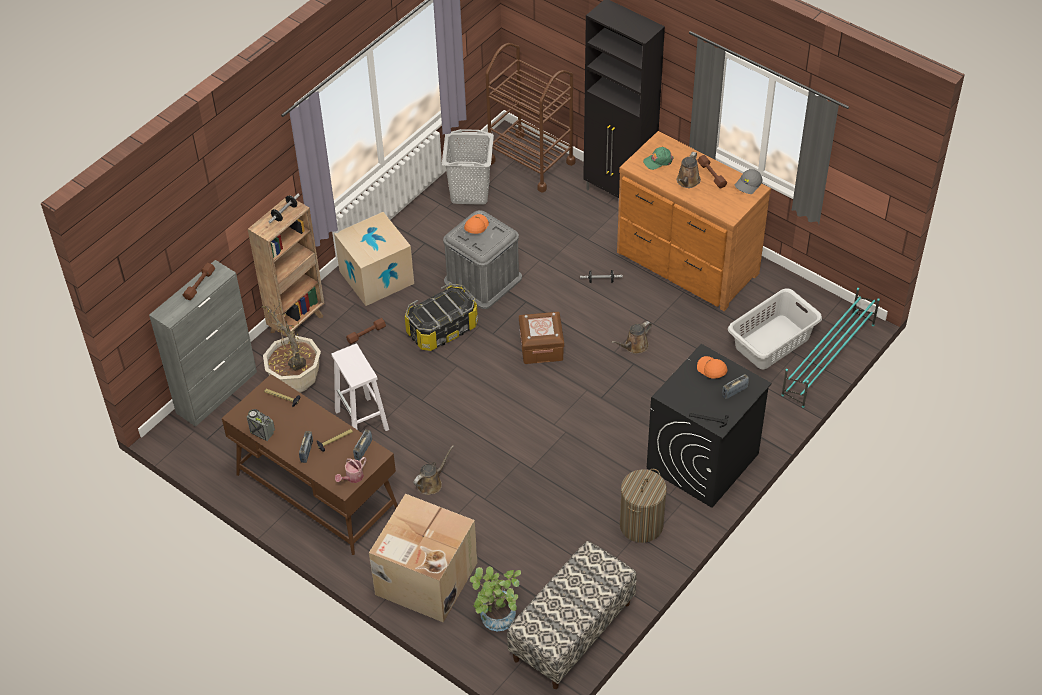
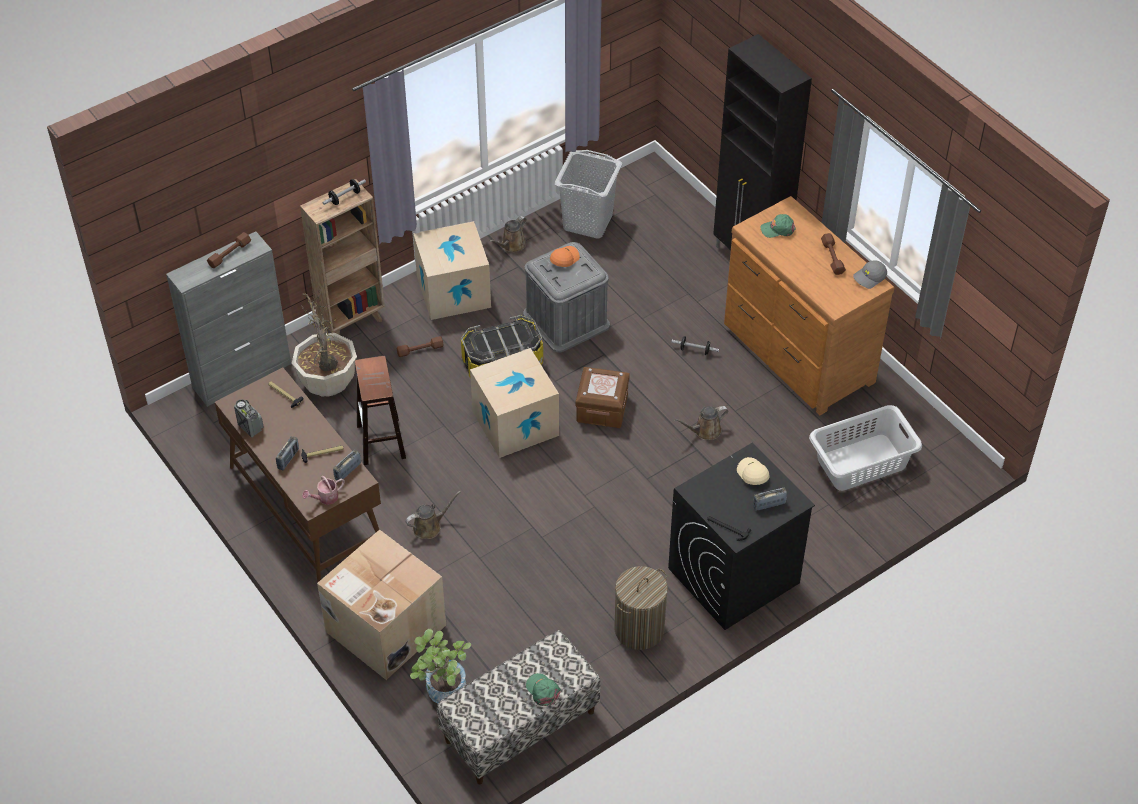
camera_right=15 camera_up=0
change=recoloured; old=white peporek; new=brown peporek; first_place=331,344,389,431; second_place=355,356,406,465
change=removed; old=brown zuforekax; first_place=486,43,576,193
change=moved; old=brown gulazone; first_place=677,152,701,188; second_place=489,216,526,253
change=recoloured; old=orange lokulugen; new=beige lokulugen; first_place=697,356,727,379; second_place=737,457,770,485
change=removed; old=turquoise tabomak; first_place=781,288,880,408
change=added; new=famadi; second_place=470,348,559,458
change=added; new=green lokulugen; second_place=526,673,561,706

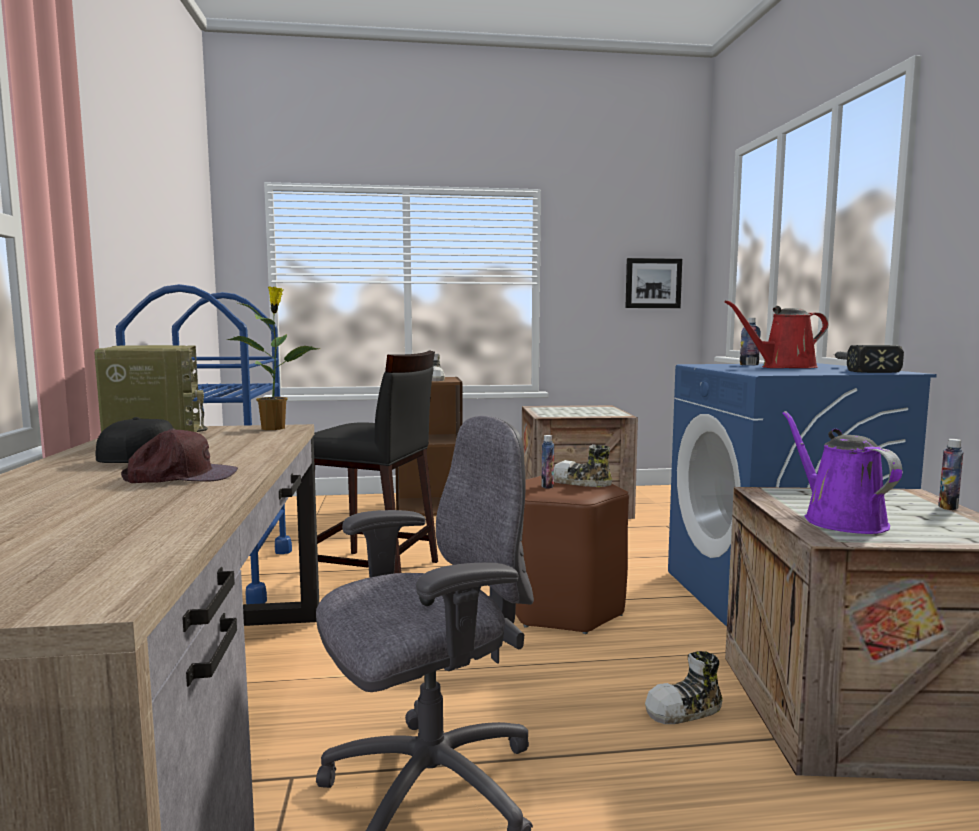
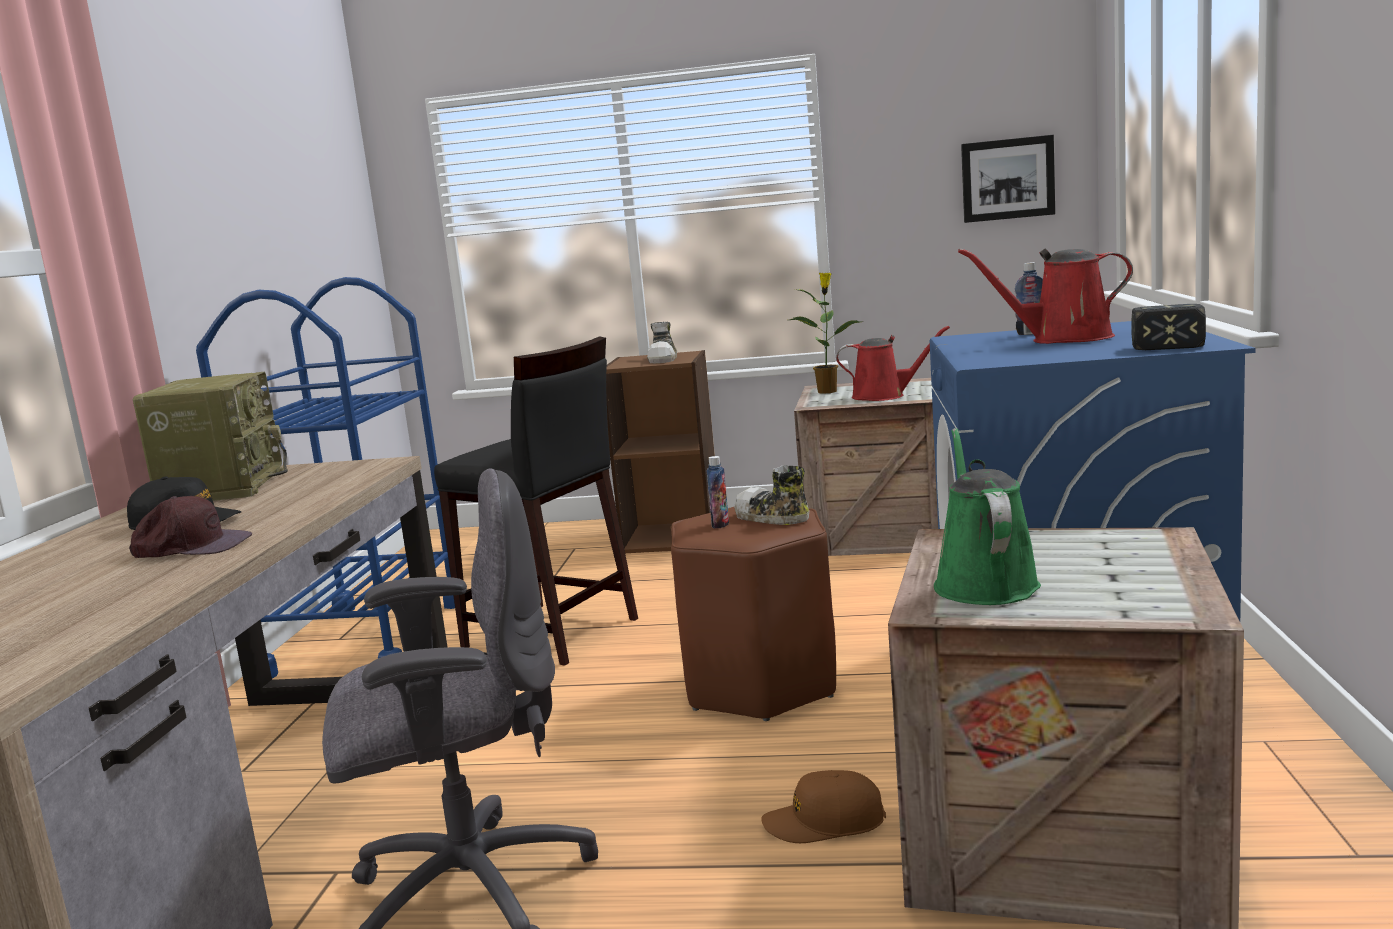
camera_right=15 camera_up=5
change=moved; old=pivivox; first_place=227,287,319,430; second_place=789,273,863,394
change=replaced; old=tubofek; new=brown lokulugen; first_place=645,651,723,724; second_place=762,770,886,843
change=recoloured; old=purple gulazone; new=green gulazone; first_place=782,411,902,534; second_place=934,428,1041,605
change=removed; old=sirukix; first_place=938,439,964,510
change=added; new=red gulazone; second_place=836,326,950,401

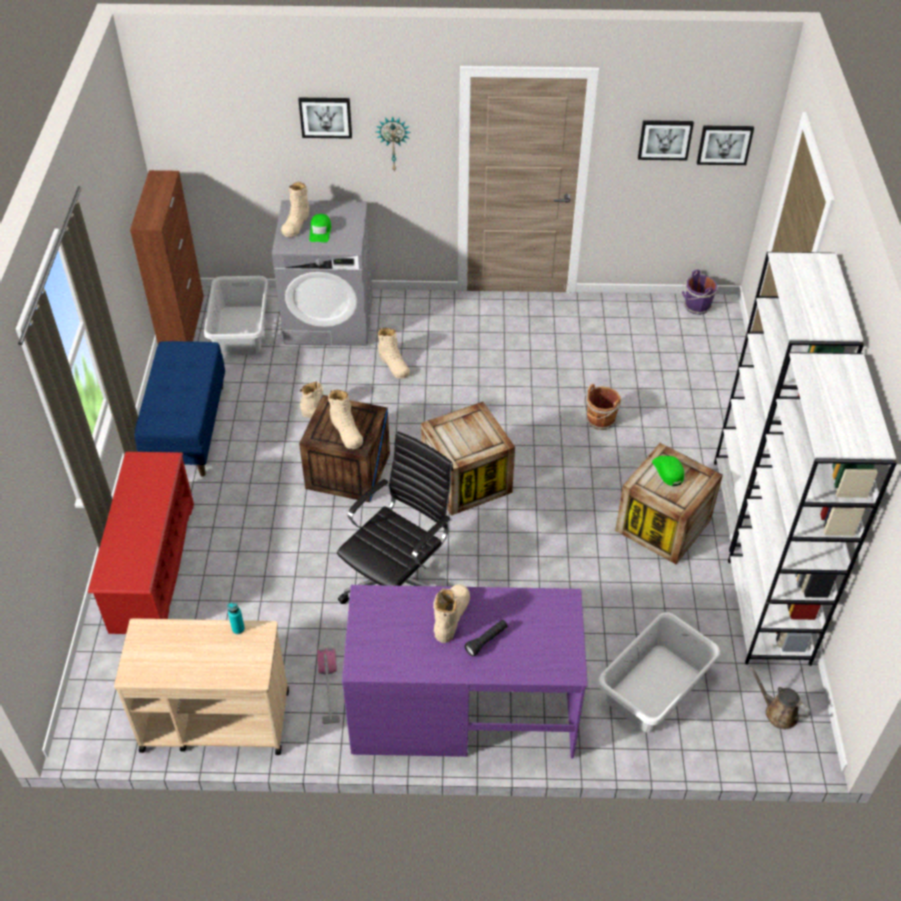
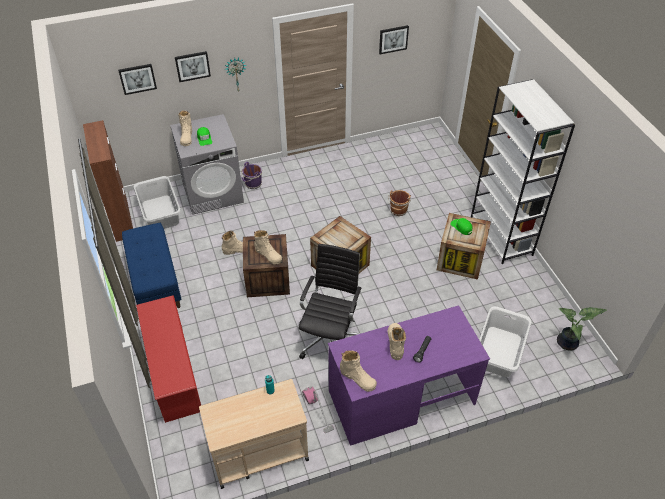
camera_right=-20 camera_up=0
change=moved; old=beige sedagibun; first_place=378,328,410,379; second_place=340,350,377,392
change=moved; old=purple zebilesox; first_place=682,269,718,315; second_place=241,162,263,189
change=moved; old=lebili; first_place=697,126,754,165; second_place=118,64,157,95
change=removed; old=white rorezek; first_place=728,352,897,666
change=replaced; old=brown gulazone; new=pivivox; first_place=749,666,811,729; second_place=557,307,607,351

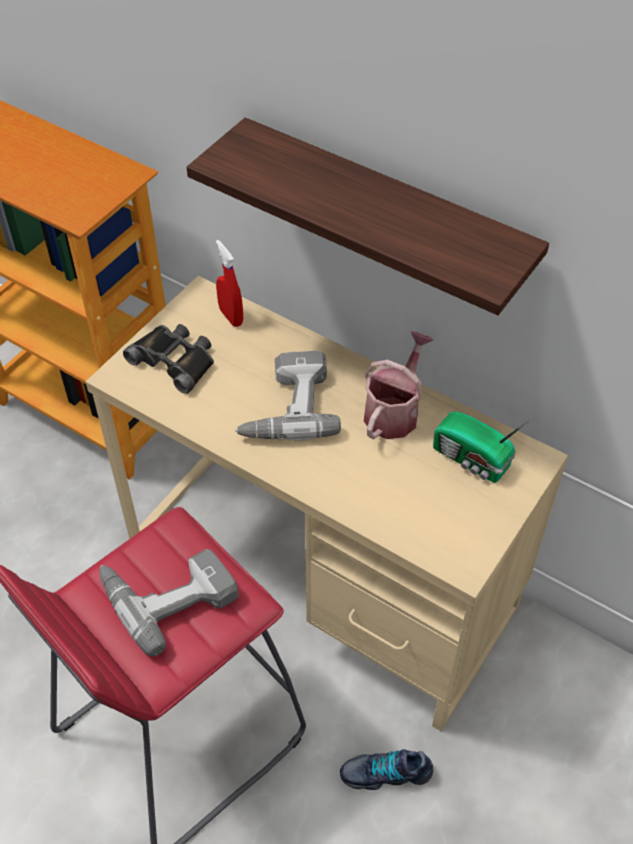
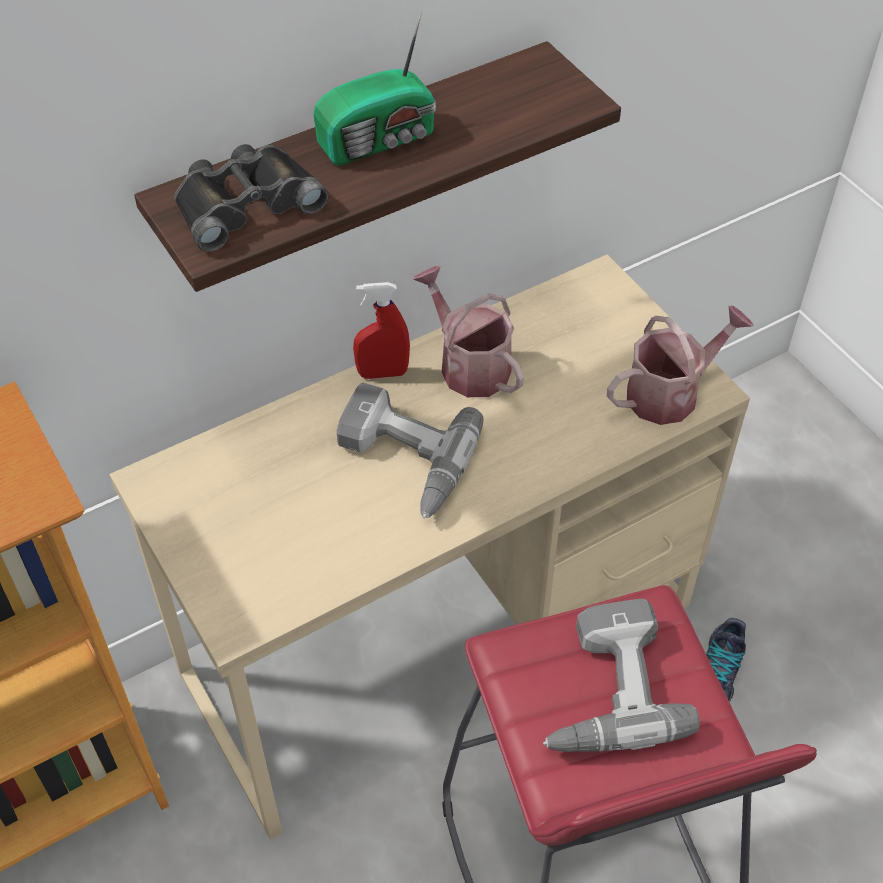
camera_right=-65 camera_up=0
change=moved; old=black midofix; first_place=123,324,214,394; second_place=174,144,329,252
change=moved; old=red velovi; first_place=216,240,243,327; second_place=353,282,410,379
change=moved; old=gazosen; first_place=433,412,529,483; second_place=313,11,436,165
change=added; new=gulazone; second_place=607,306,754,425

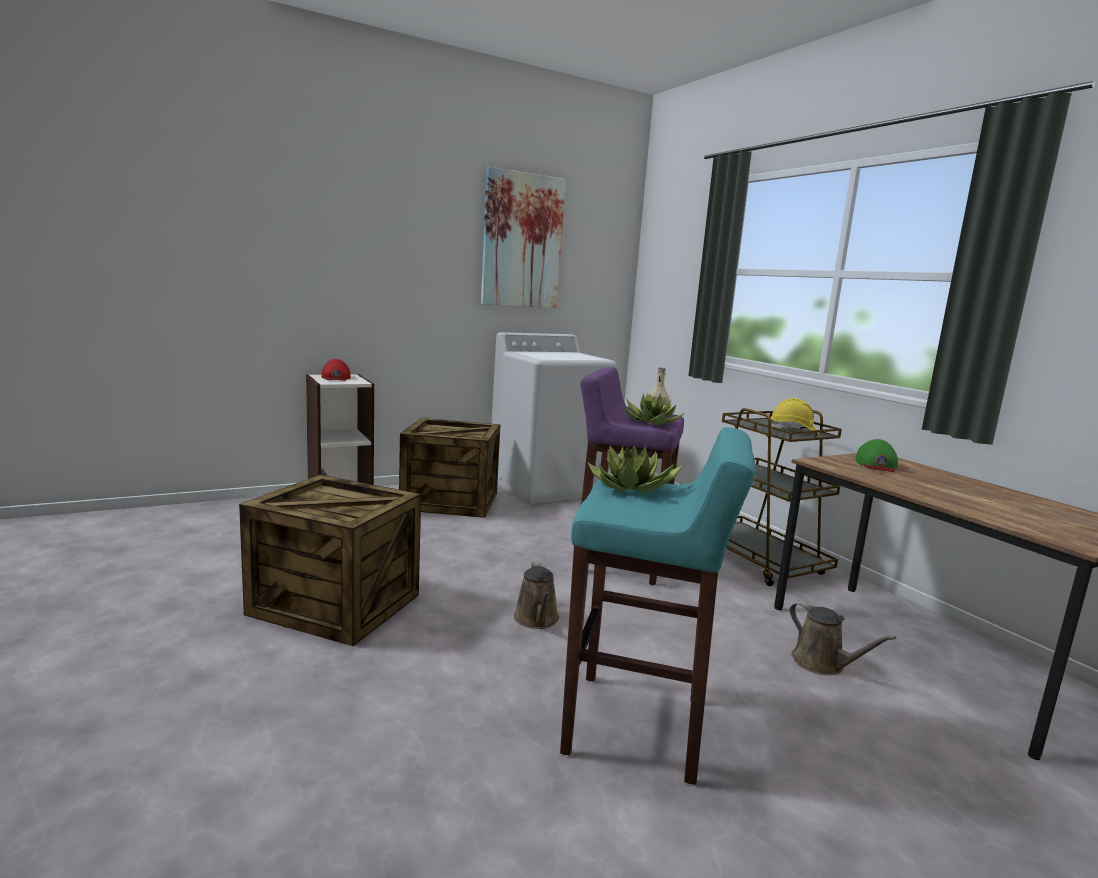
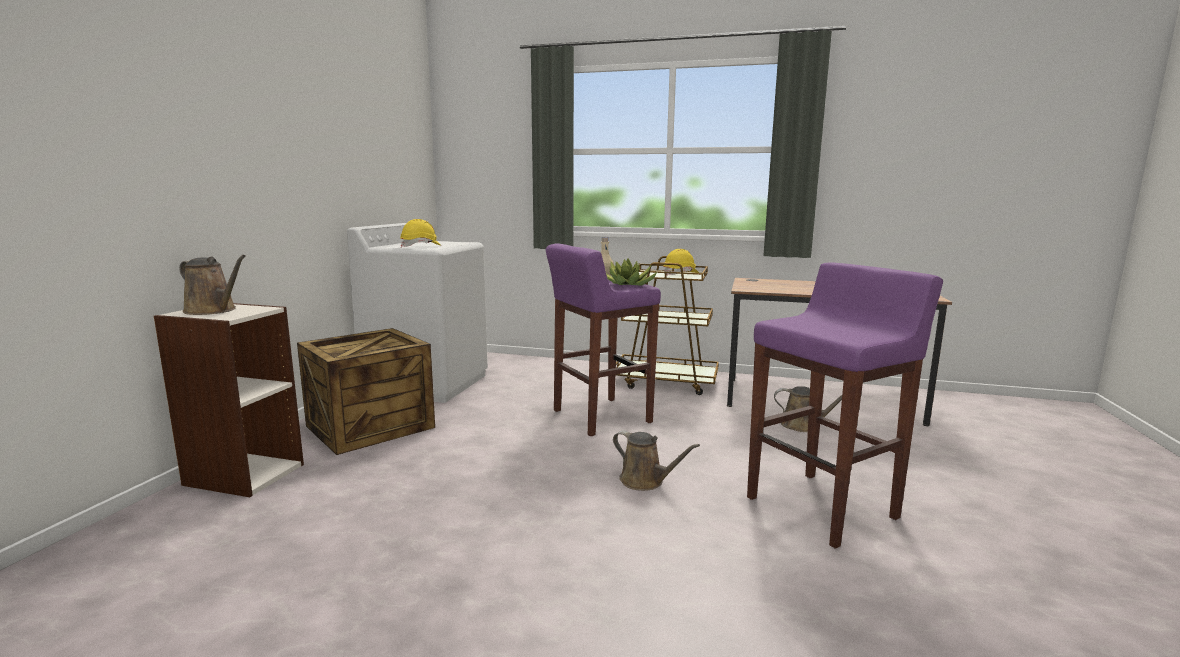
camera_right=-45 camera_up=0
change=removed; old=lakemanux; first_place=239,475,421,646
change=replaced; old=red lokulugen; new=brown gulazone; first_place=322,359,351,381; second_place=179,255,246,315
change=removed; old=lebili; first_place=481,167,566,308
change=recoloured; old=turquoise peporek; new=purple peporek; first_place=560,427,756,785; second_place=747,262,943,549
change=removed; old=pivivox; first_place=587,446,683,493
change=removed; old=green lokulugen; first_place=855,439,898,472
change=added; new=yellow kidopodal; second_place=400,219,442,247

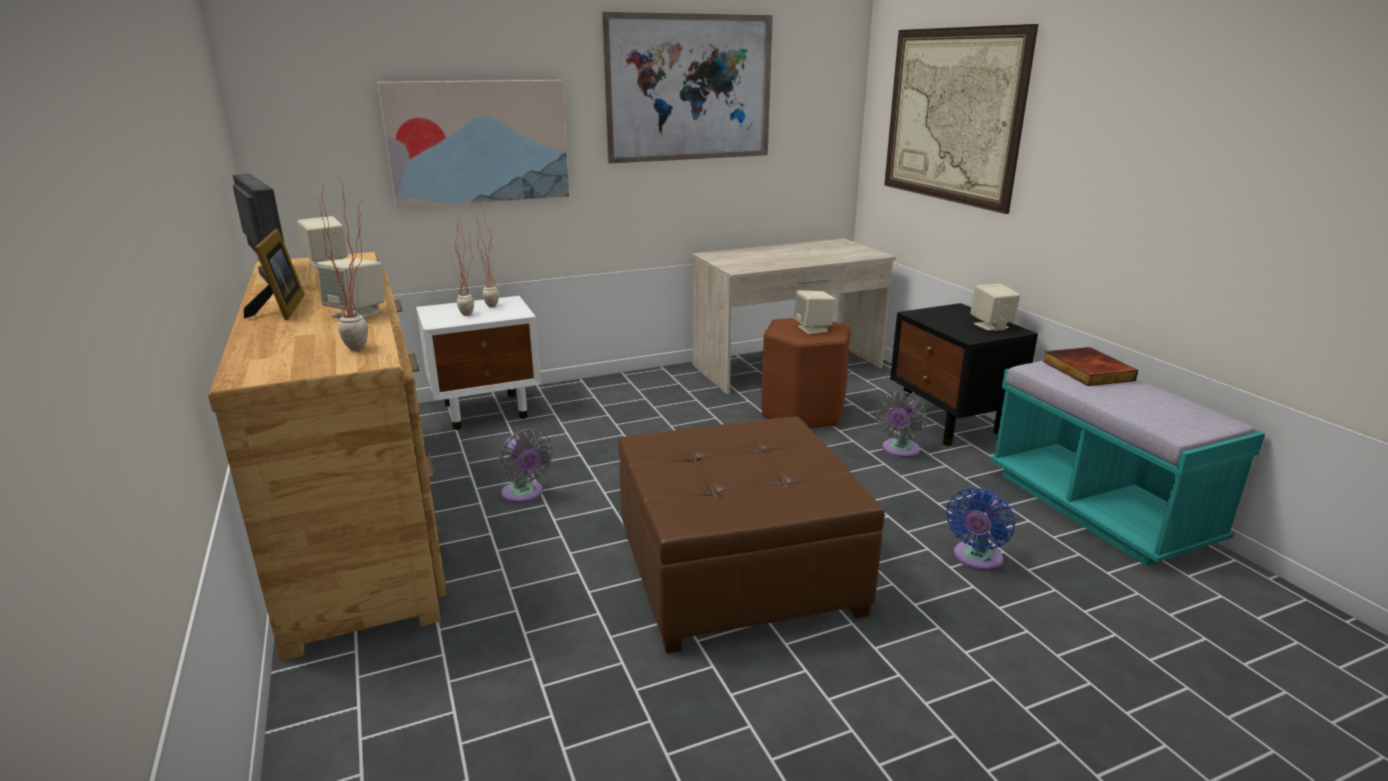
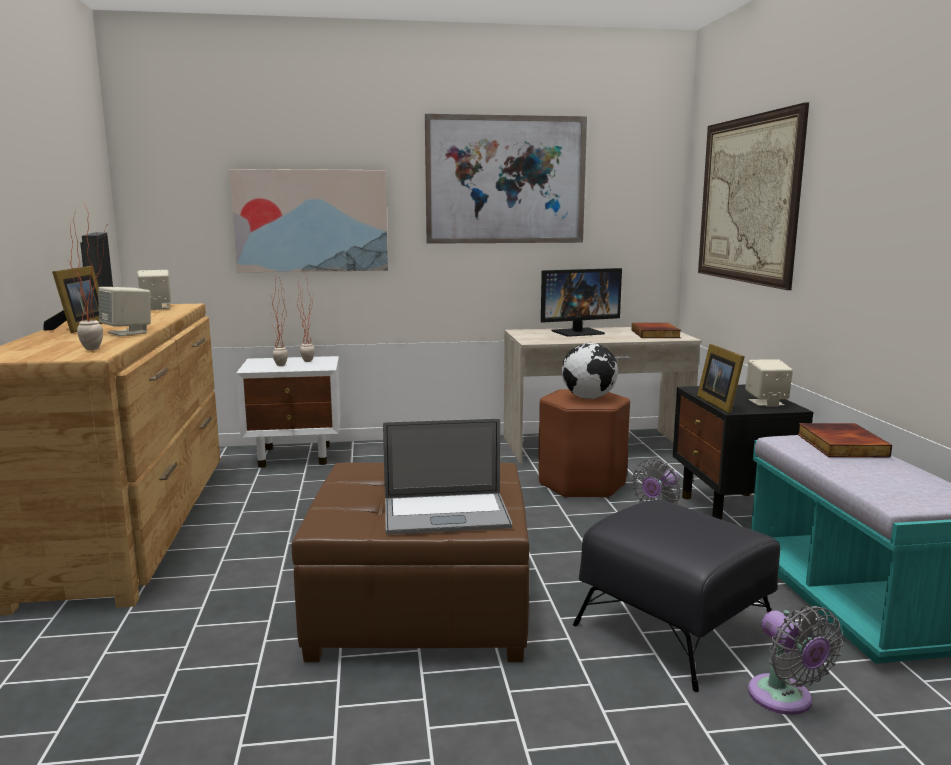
camera_right=15 camera_up=-10
change=moved; old=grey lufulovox; first_place=498,429,553,503; second_place=748,606,843,715
change=replaced; old=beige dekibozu; new=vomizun; first_place=793,290,836,334; second_place=562,343,618,399
change=replaced; old=blue lufulovox; new=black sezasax; first_place=946,487,1015,571; second_place=573,500,780,692
change=added; new=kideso; second_place=383,418,512,535
change=added; new=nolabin; second_place=541,268,622,337
change=added; new=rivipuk; second_place=632,323,681,338
change=added; new=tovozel; second_place=697,344,745,413

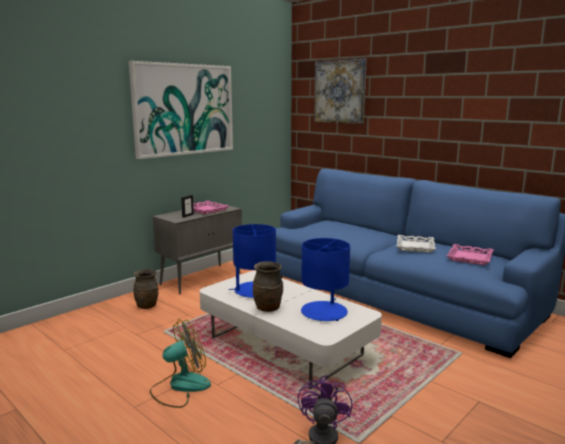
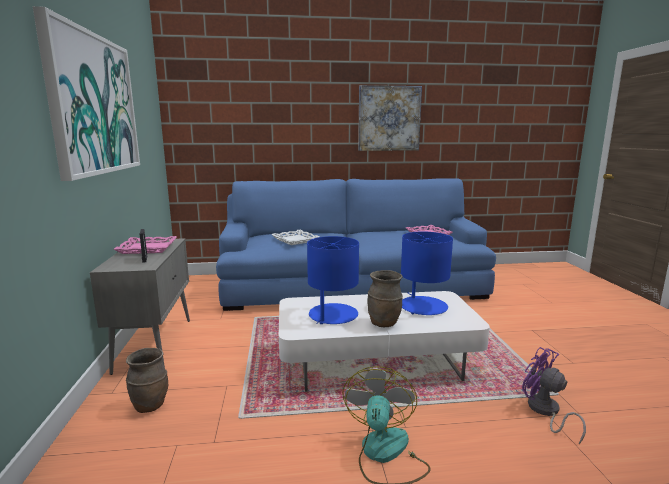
camera_right=-50 camera_up=0
change=moved; old=lebili; first_place=314,59,367,124; second_place=358,85,422,151
change=moved; old=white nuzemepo; first_place=397,235,436,253; second_place=271,230,320,245

